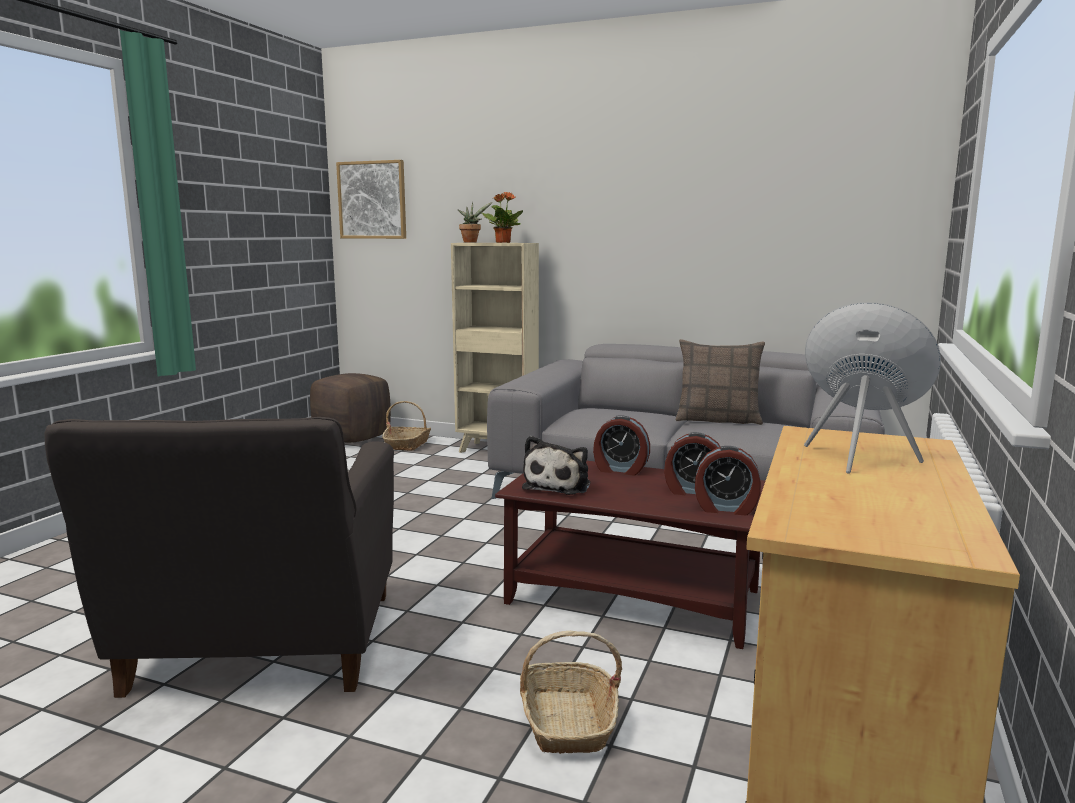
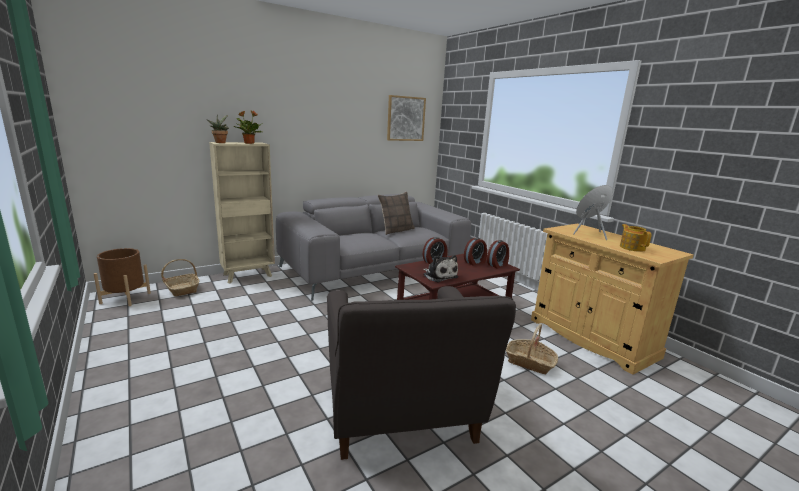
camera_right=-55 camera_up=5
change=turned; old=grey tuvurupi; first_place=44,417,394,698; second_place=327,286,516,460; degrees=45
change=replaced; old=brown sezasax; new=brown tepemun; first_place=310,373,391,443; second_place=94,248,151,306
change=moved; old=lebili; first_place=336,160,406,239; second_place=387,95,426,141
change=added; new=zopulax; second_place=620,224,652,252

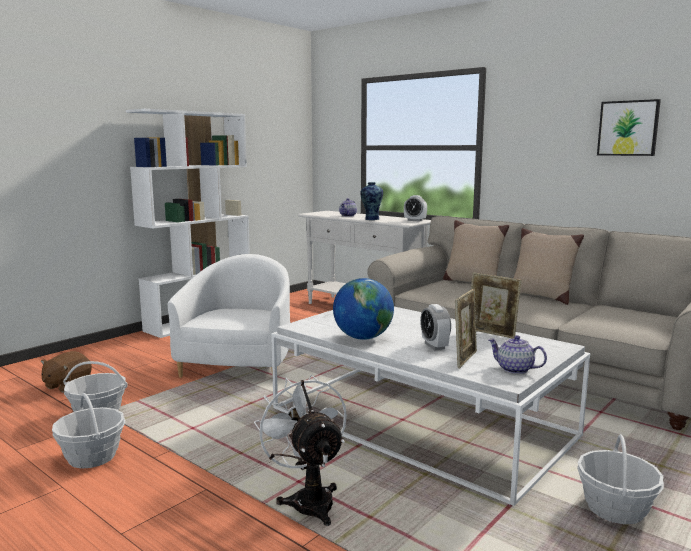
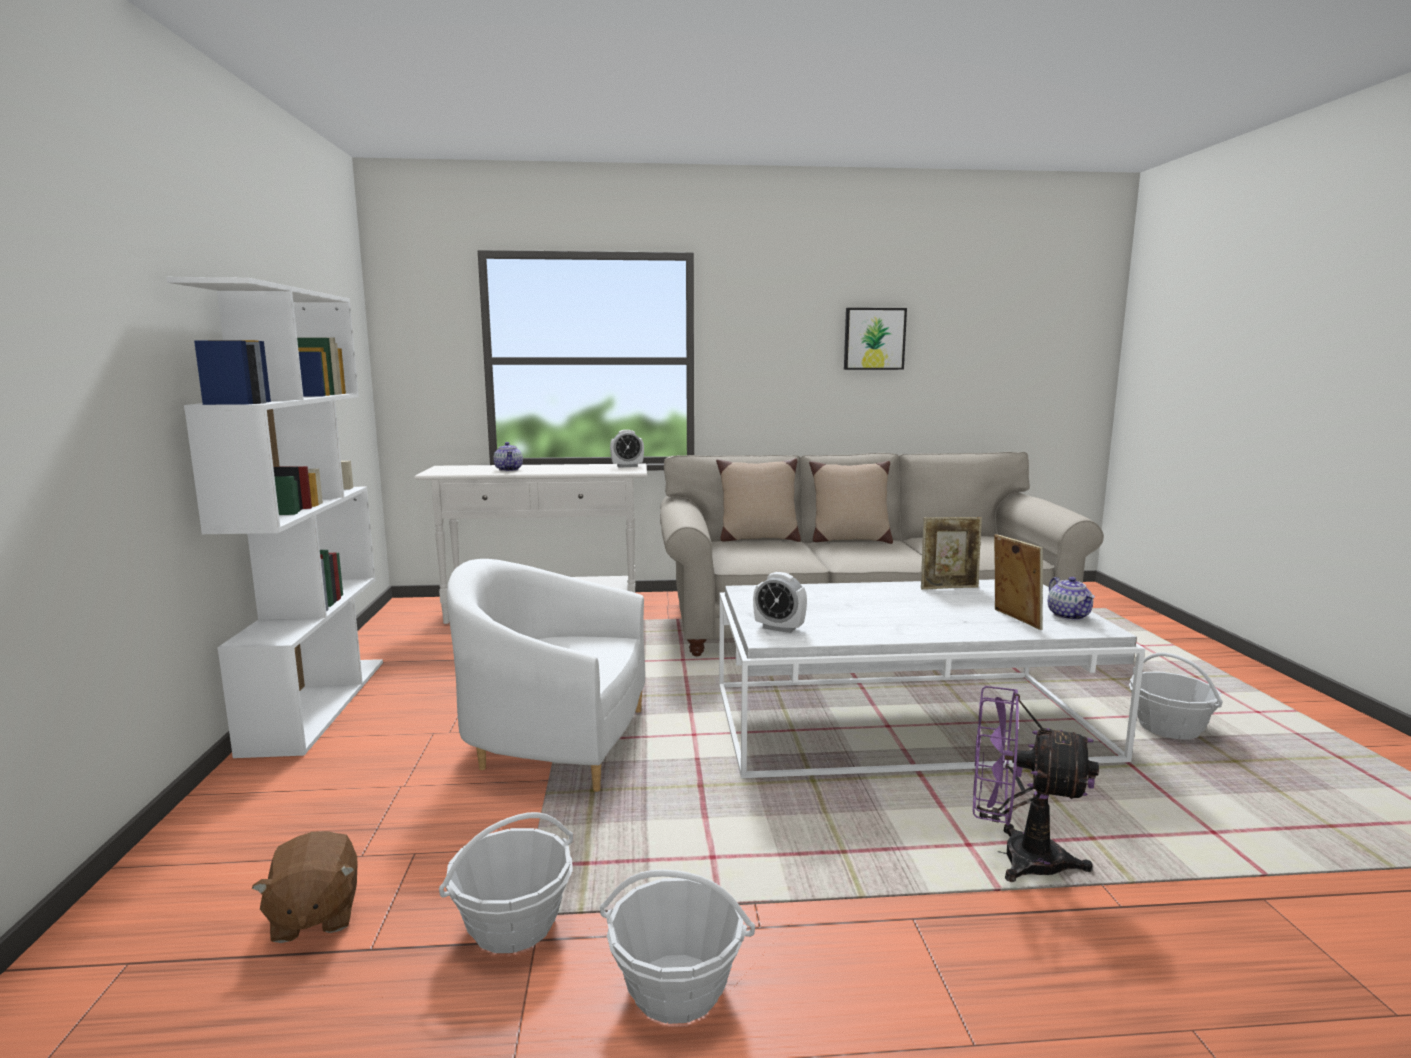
camera_right=-45 camera_up=0
change=turned; old=white tuvurupi; first_place=168,254,290,378; second_place=447,559,645,792; degrees=-45
change=recoloured; old=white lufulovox; new=purple lufulovox; first_place=254,375,347,526; second_place=973,686,1099,882
change=removed; old=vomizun; first_place=333,278,394,340
change=removed; old=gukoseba; first_place=360,182,383,220
change=moved; old=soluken; first_place=420,304,451,350; second_place=753,572,807,633
change=turned; old=zopulax; first_place=488,335,547,374; second_place=1048,577,1095,620; degrees=-90

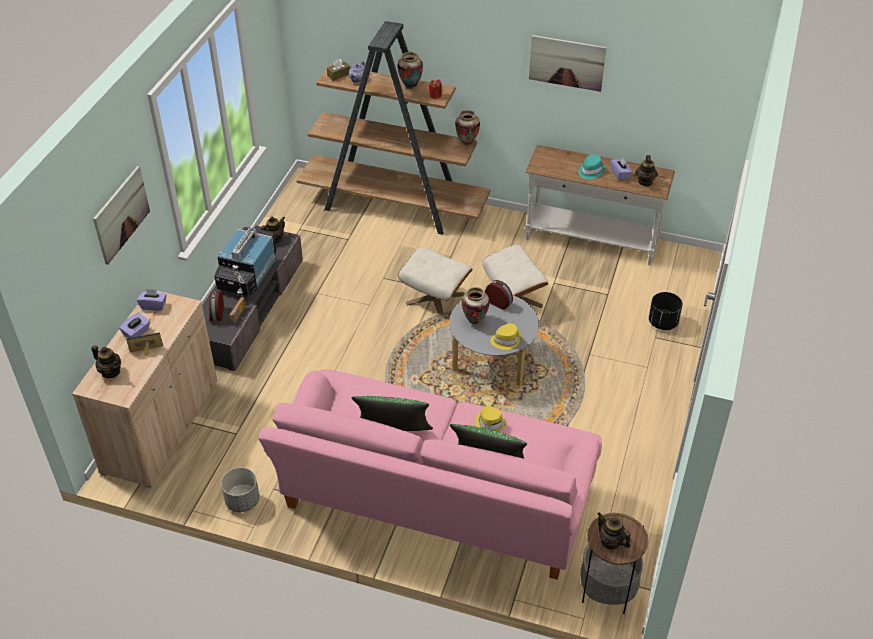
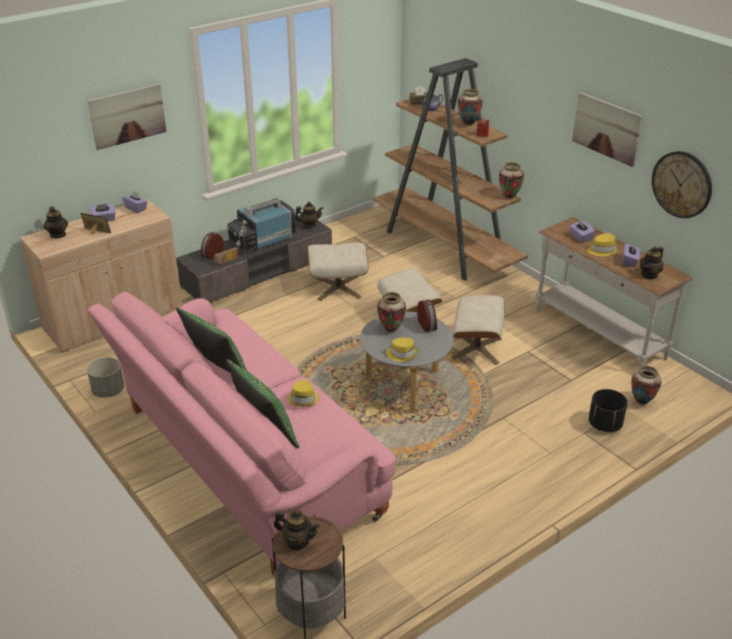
camera_right=35 camera_up=-10
change=recoloured; old=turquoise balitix; new=yellow balitix; first_place=578,154,605,179; second_place=587,233,618,256
change=turned; old=zopulax; first_place=597,512,631,550; second_place=274,509,320,550; degrees=120
change=added; new=beige sezasax; second_place=308,243,369,301
change=added; new=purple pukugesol; second_place=570,220,595,243
change=added; new=gukoseba; second_place=631,365,662,405
change=added; new=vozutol; second_place=652,151,712,218

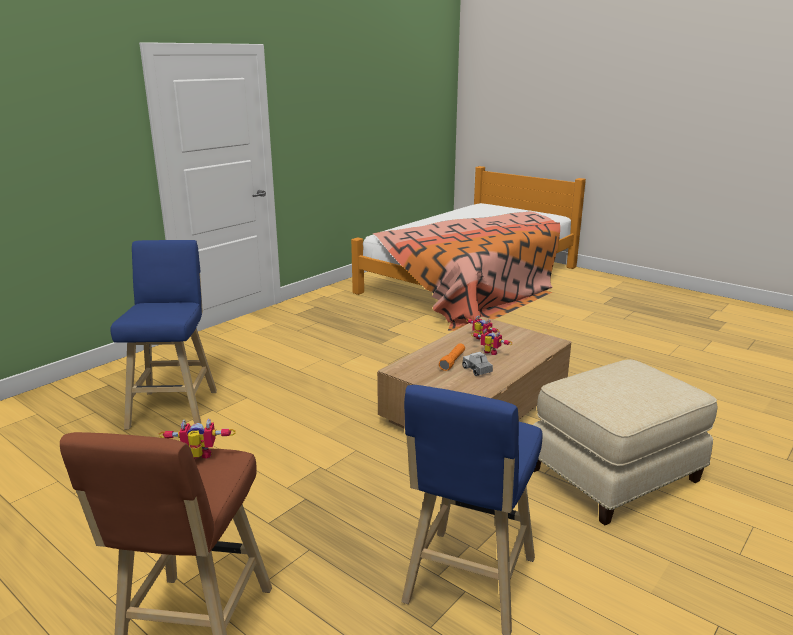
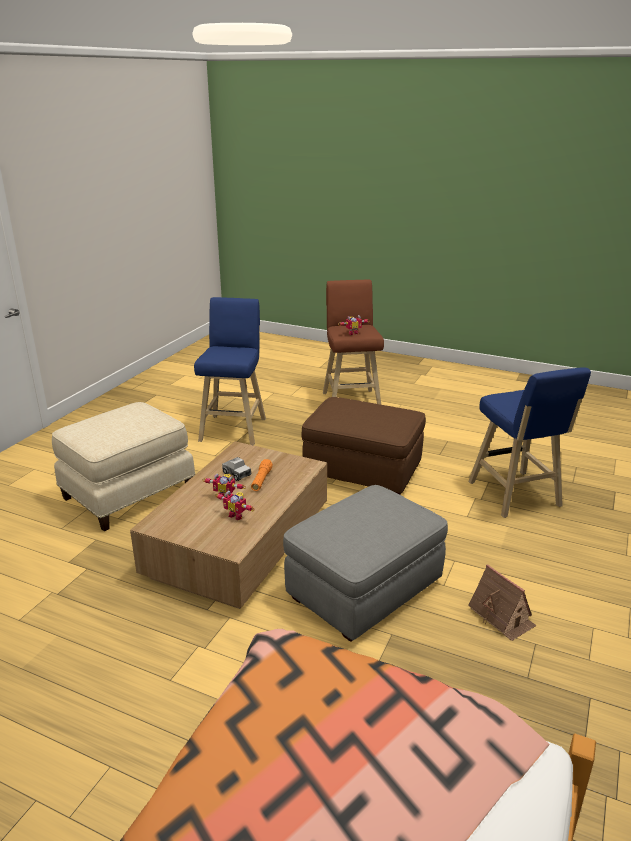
camera_right=165 camera_up=5
change=added; new=grey sezasax; second_place=283,485,448,642
change=added; new=brown sezasax; second_place=301,397,426,495
change=added; new=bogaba; second_place=468,564,537,641

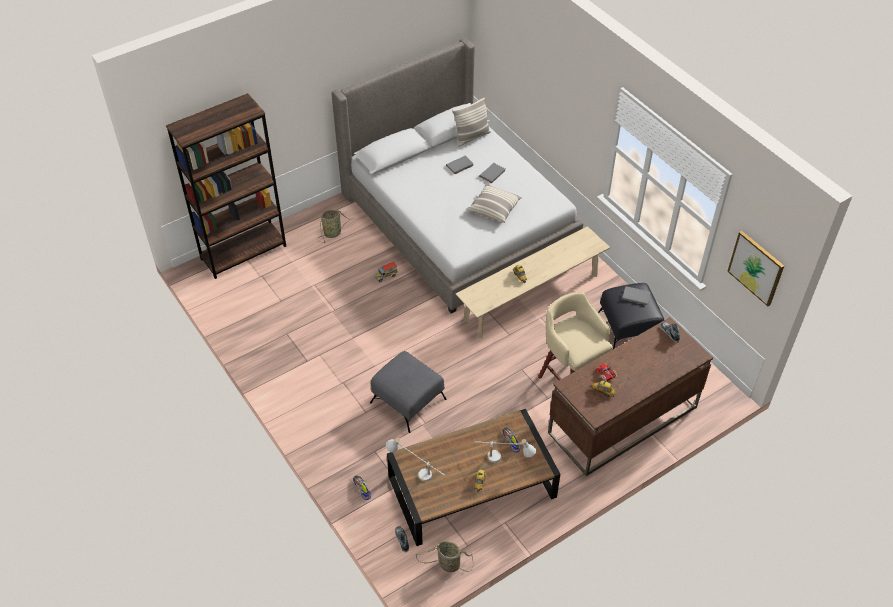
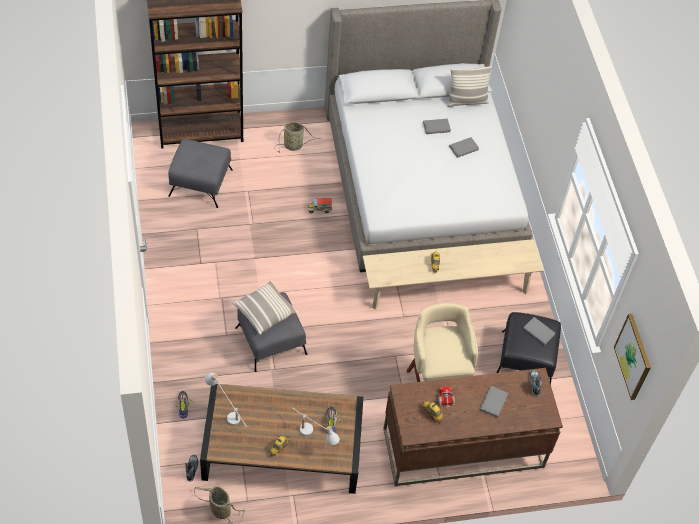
camera_right=20 camera_up=5
change=moved; old=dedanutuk; first_place=467,183,522,223; second_place=232,280,298,335
change=added; new=grey sezasax; second_place=168,139,233,208
change=added; new=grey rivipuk; second_place=480,386,508,418

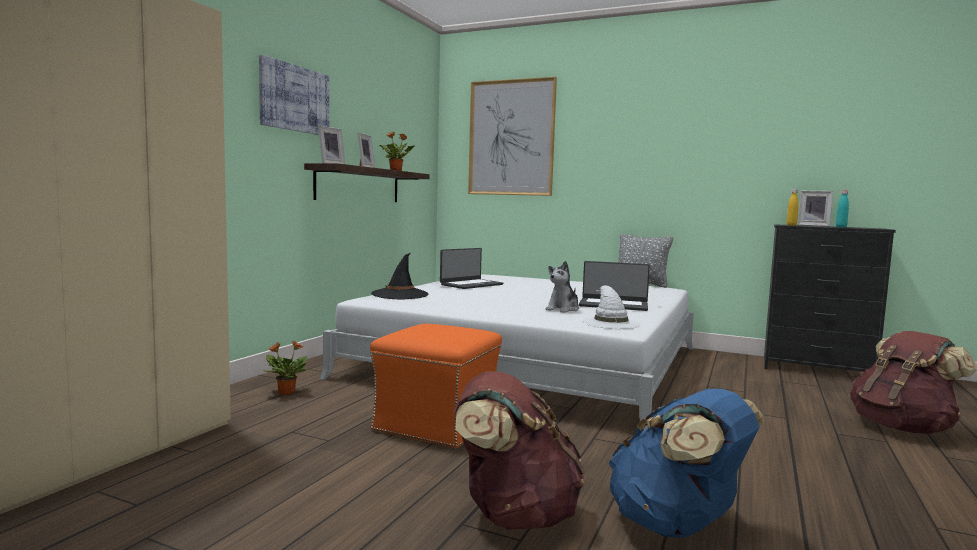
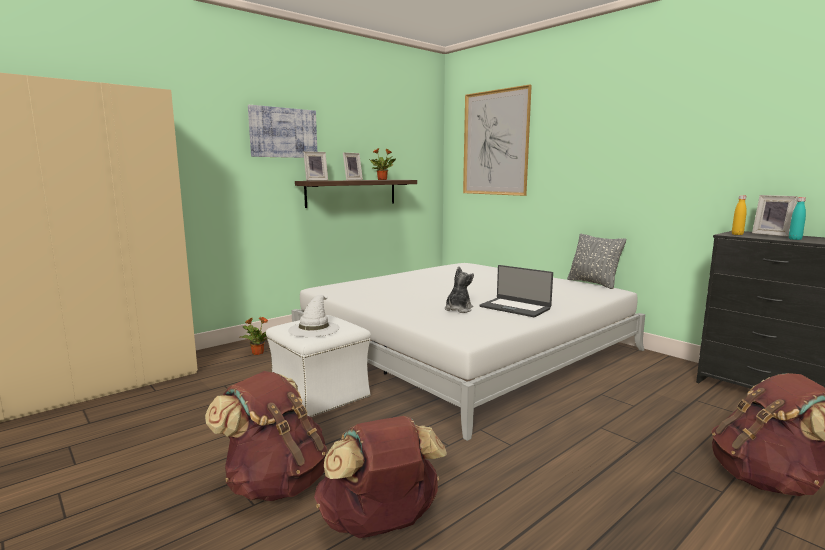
camera_right=25 camera_up=5
change=recoloured; old=orange sezasax; new=white sezasax; first_place=370,324,502,449; second_place=266,315,371,417
change=removed; old=black balitix; first_place=371,253,428,299
change=removed; old=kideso; first_place=440,248,503,289
change=turned; old=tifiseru; first_place=545,261,579,313; second_place=445,266,474,313; degrees=150
change=moved; old=white balitix; first_place=582,285,641,329; second_place=288,295,340,337
change=recoloured; old=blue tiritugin; new=brown tiritugin; first_place=608,389,764,538; second_place=314,416,447,538

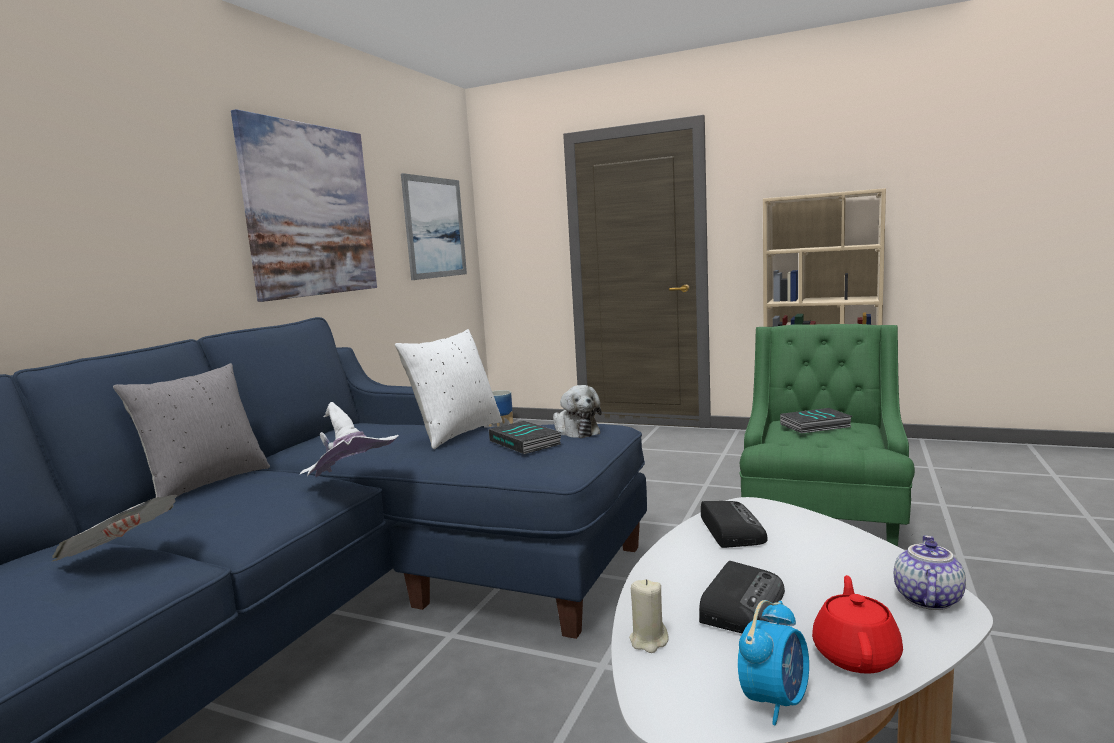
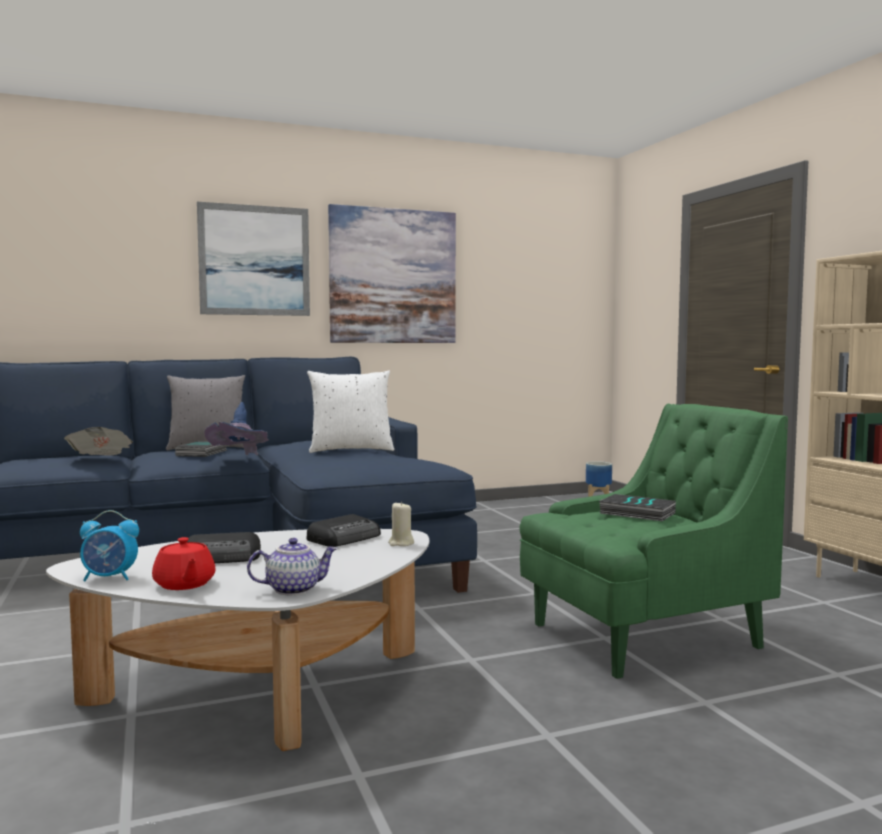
camera_right=45 camera_up=-5
change=recoloured; old=white balitix; new=blue balitix; first_place=299,402,399,477; second_place=204,402,269,455
change=moved; old=lebili; first_place=401,173,467,280; second_place=197,202,310,316
change=moved; old=rivipuk; first_place=488,421,561,454; second_place=175,441,227,457
change=removed; old=tifiseru; first_place=553,385,601,438
change=moved; old=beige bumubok; first_place=629,579,669,653; second_place=388,501,414,546
change=turned; old=red zopulax; first_place=812,575,903,674; second_place=152,537,216,590; degrees=90

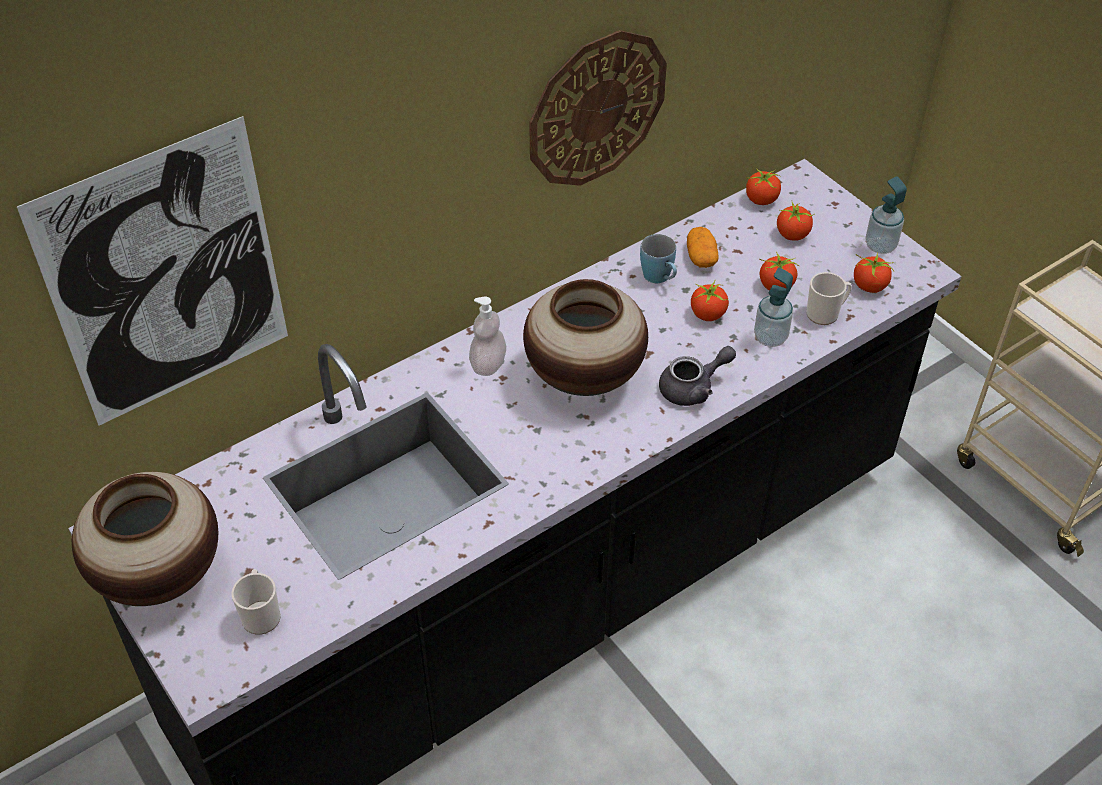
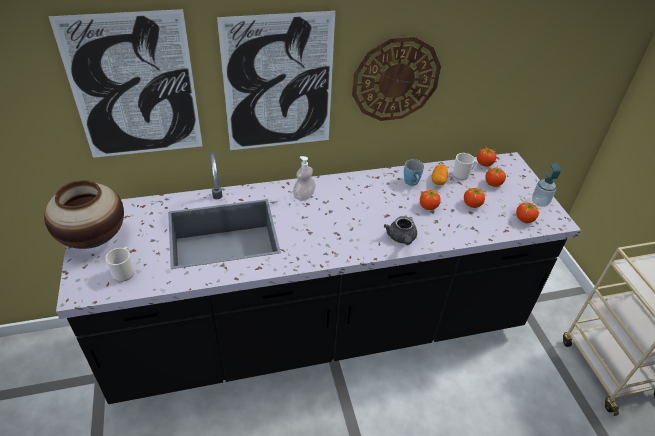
camera_right=20 camera_up=-5
change=removed; old=gukoseba; first_place=523,279,648,396
change=turned; old=grey zopulax; first_place=659,346,736,406; second_place=384,216,417,245; degrees=90
change=removed; old=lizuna; first_place=754,268,793,347
change=moved; old=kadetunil; first_place=806,272,852,325; second_place=453,153,478,180
change=added; new=lebili; second_place=217,11,335,150

